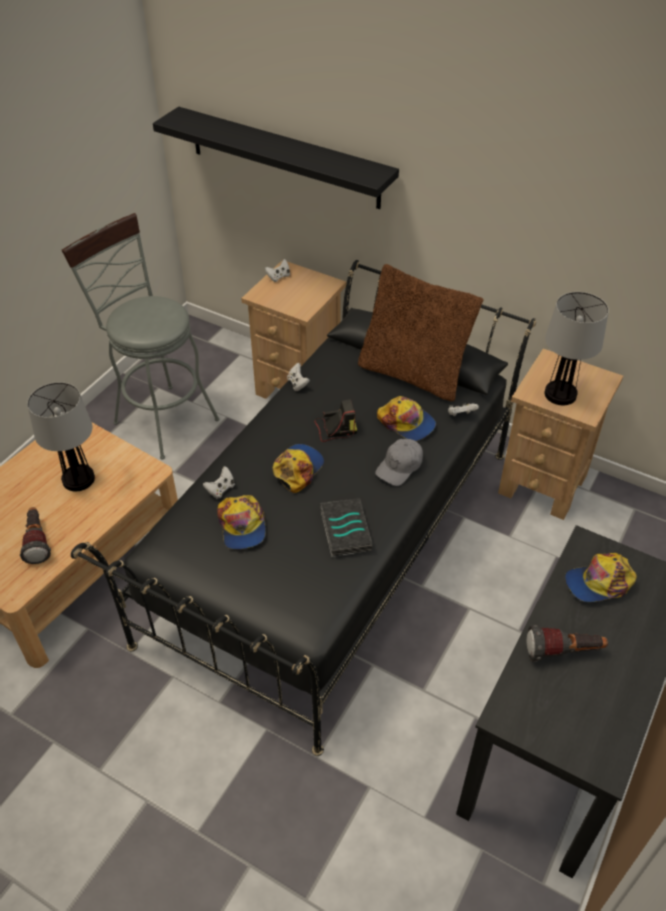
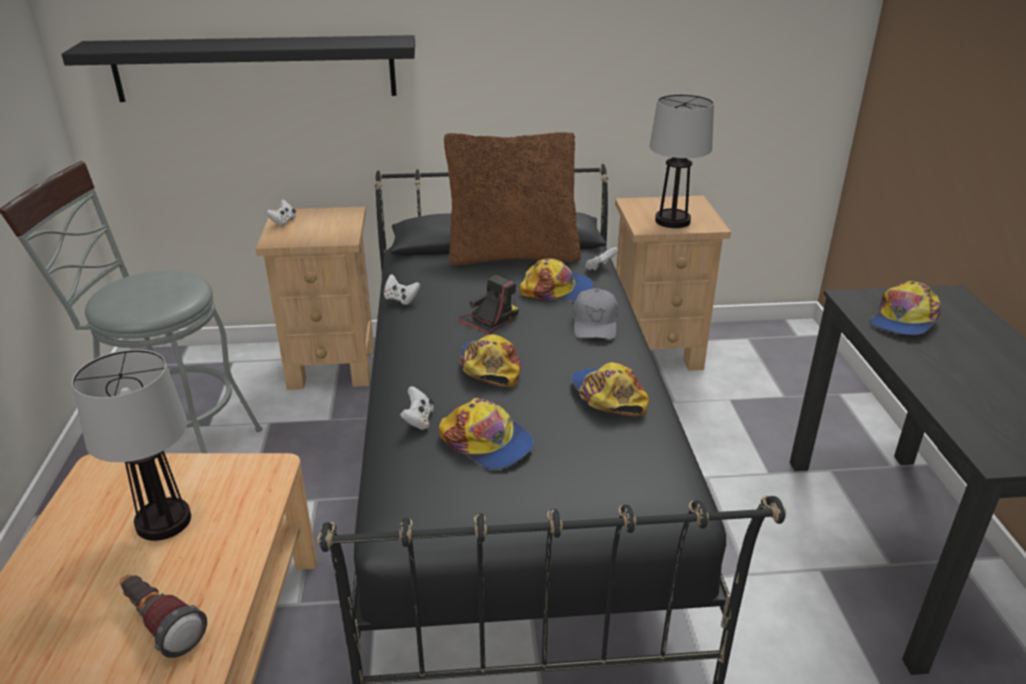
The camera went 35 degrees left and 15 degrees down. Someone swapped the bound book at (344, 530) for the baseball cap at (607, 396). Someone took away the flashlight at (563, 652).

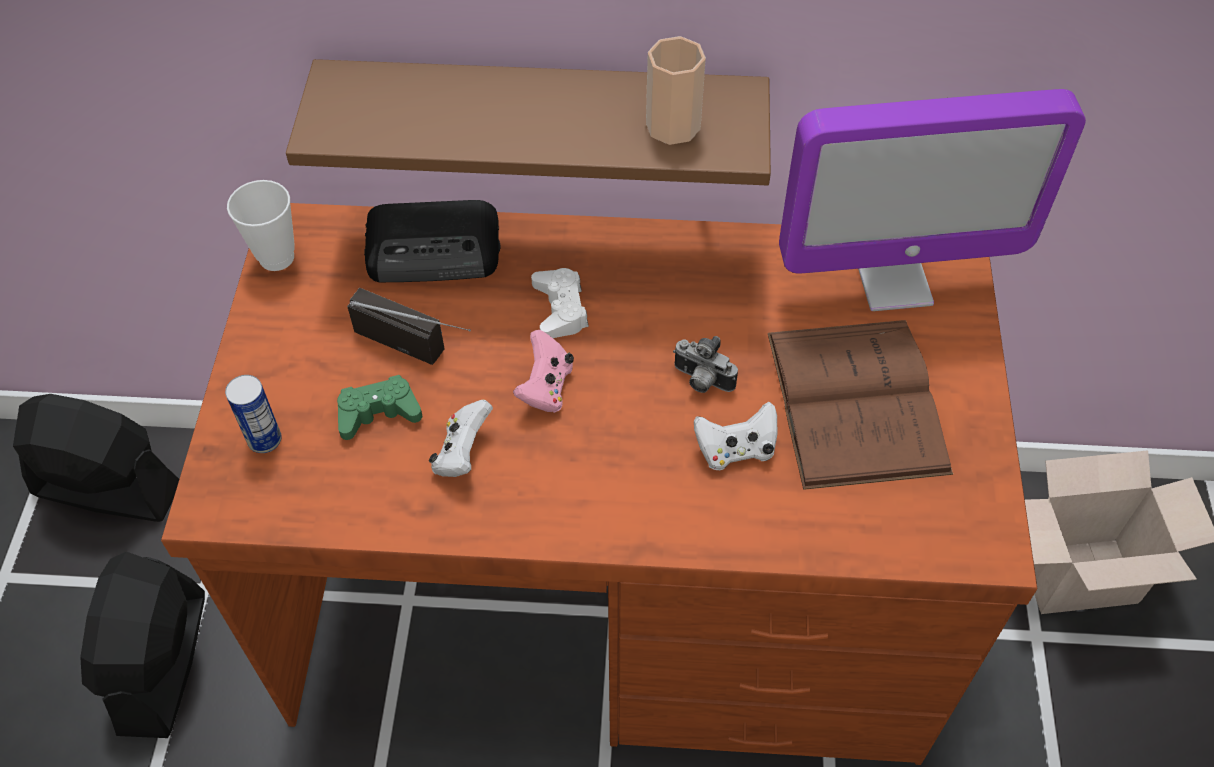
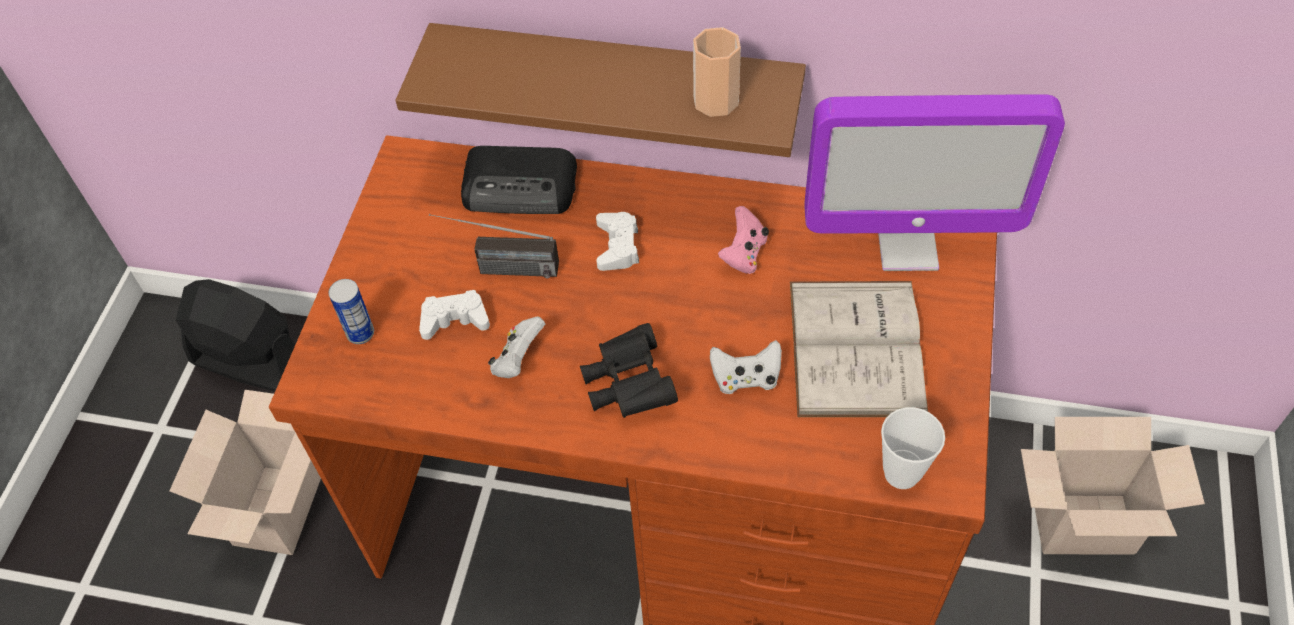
The camera went 10 degrees right and 0 degrees up. Someone carried the cup from (276, 257) to (901, 473). Someone rotated the radio at (422, 348) by 150 degrees clockwise. Someone repainted the brown-coloured bound book at (856, 401), which became the white-coloured bound book at (856, 347). Someone carried the pink gamepad from (546, 387) to (744, 254). Someone took away the photo camera at (701, 381). Someone repainted the green gamepad at (378, 413), which became the white-coloured gamepad at (455, 320). Someone swapped the black electric fan at (162, 663) for the carton at (279, 514). Someone put down the black pair of binoculars at (628, 384).

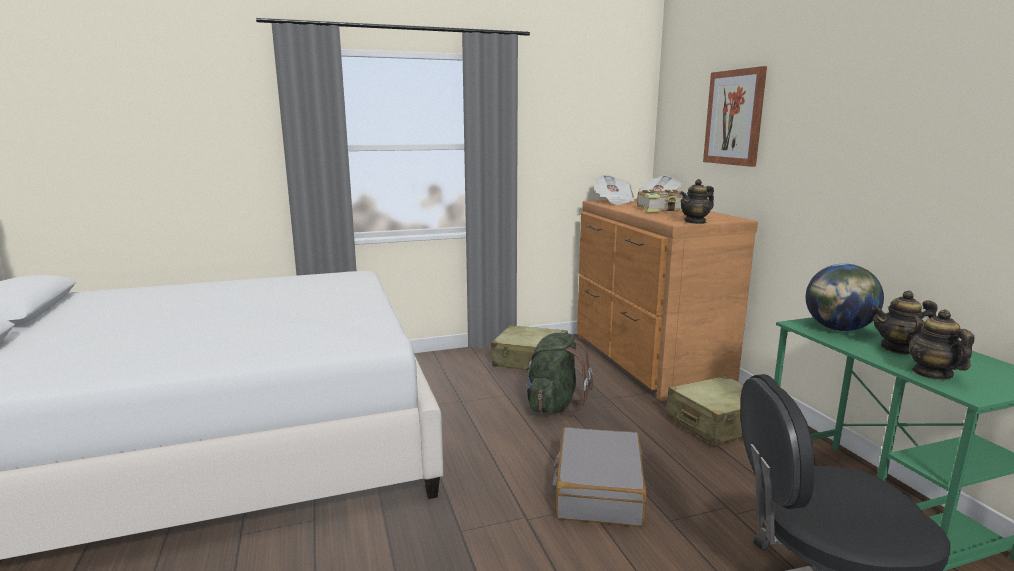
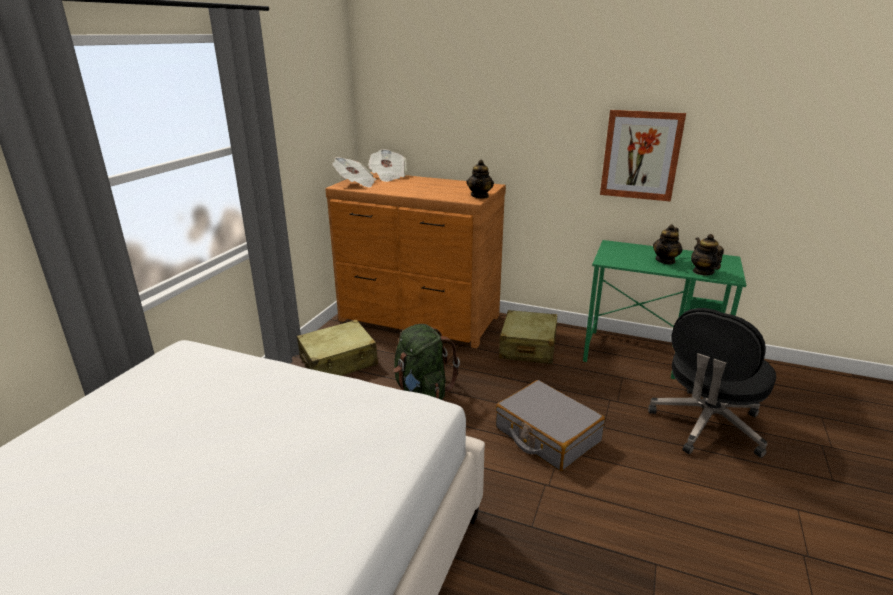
The camera went 50 degrees left and 10 degrees up. Someone carried the picture from (734, 117) to (641, 155). Someone took away the bound book at (665, 210). Someone took away the desk globe at (838, 329). Someone rotated the teapot at (932, 373) by 45 degrees clockwise.

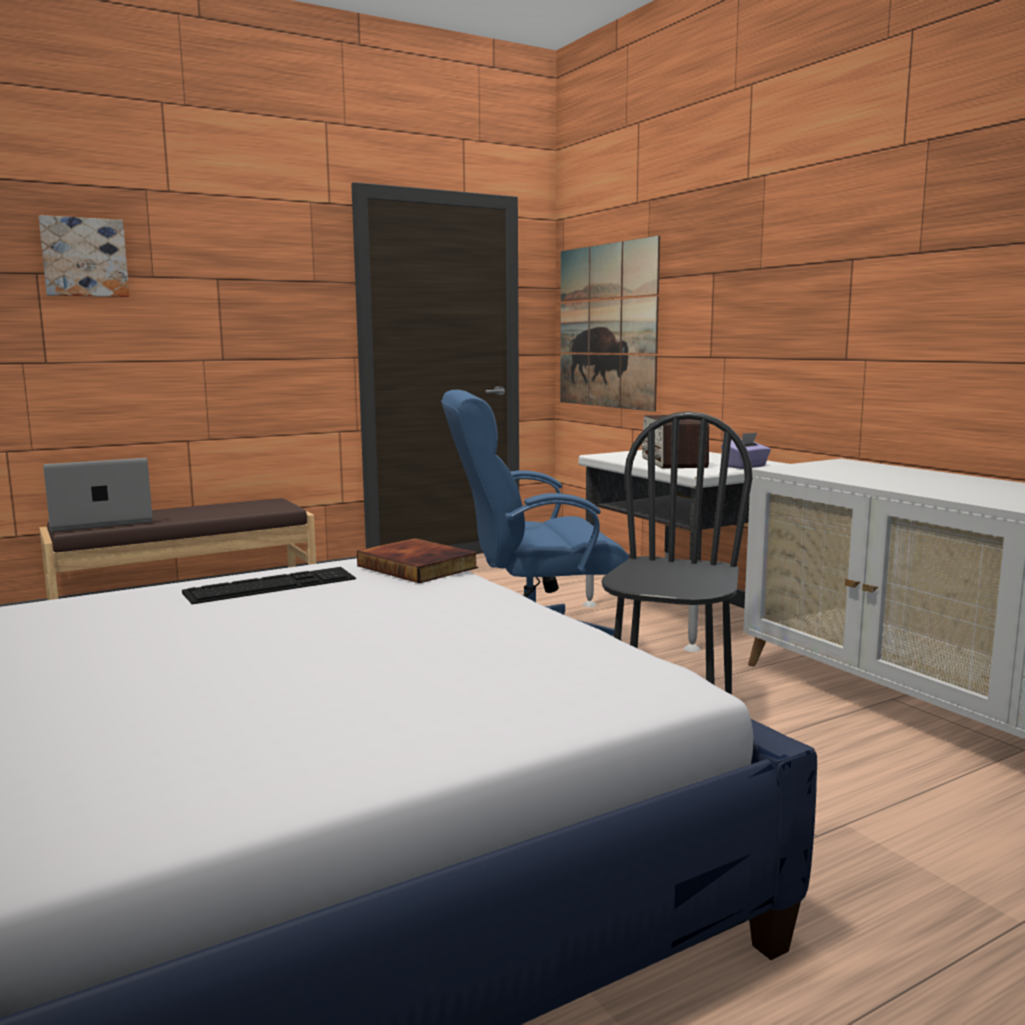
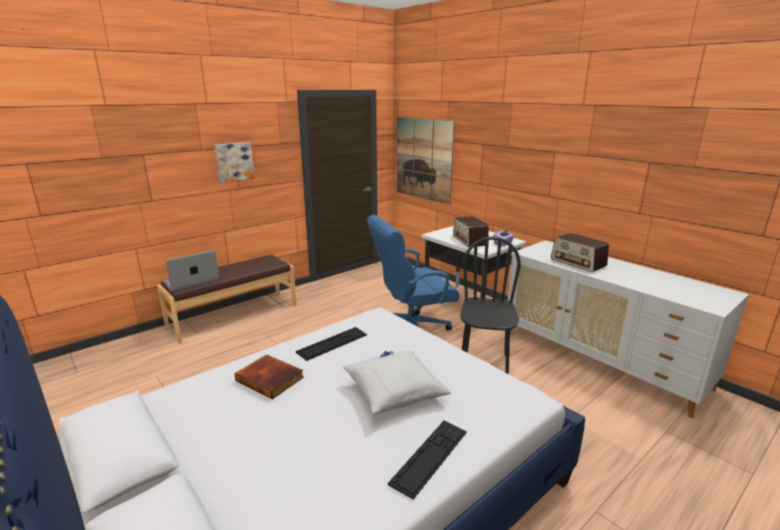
The camera went 10 degrees left and 10 degrees up. Someone carried the picture from (84, 257) to (233, 161). Someone carried the bound book from (419, 566) to (271, 378). Someone put down the radio at (578, 262). Someone put down the grey cushion at (395, 393). Someone put down the PC keyboard at (430, 456).

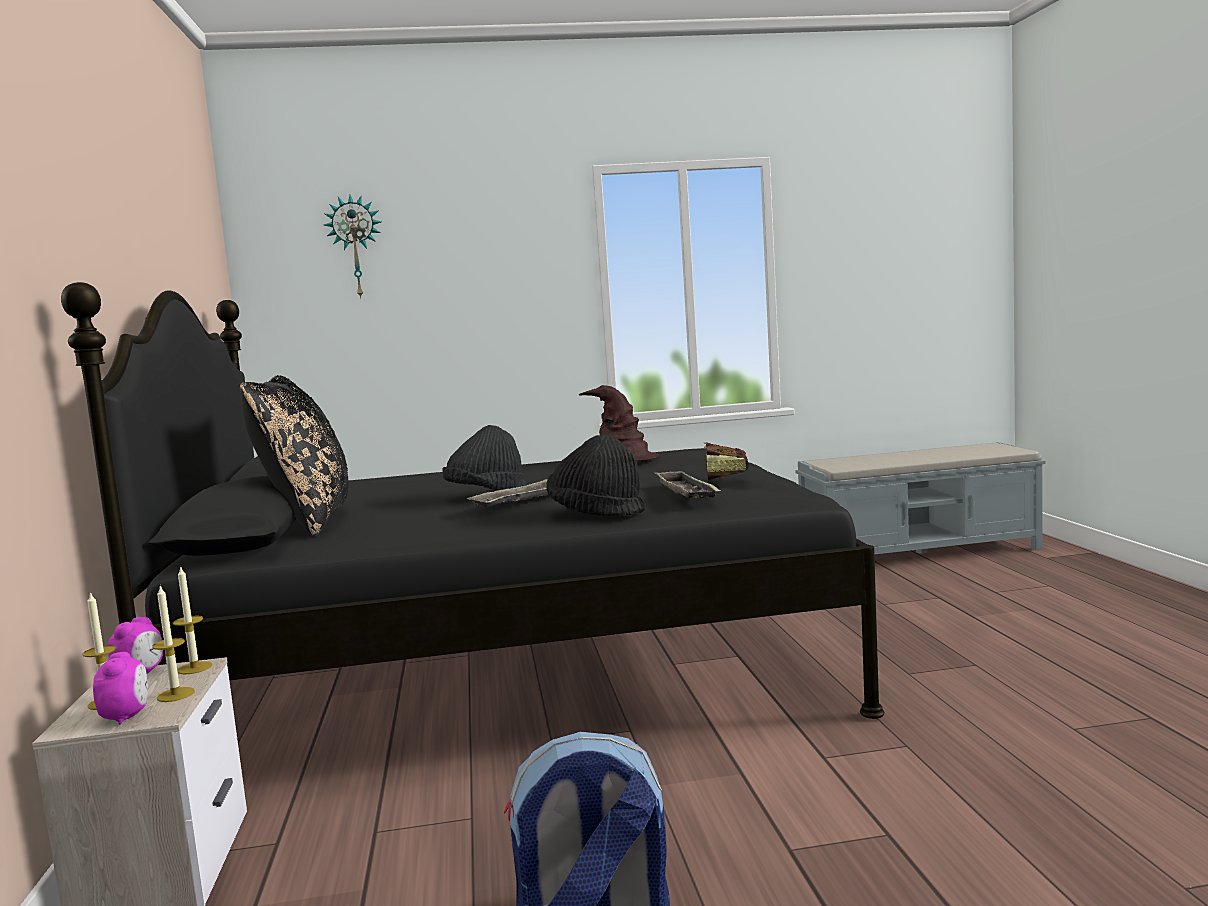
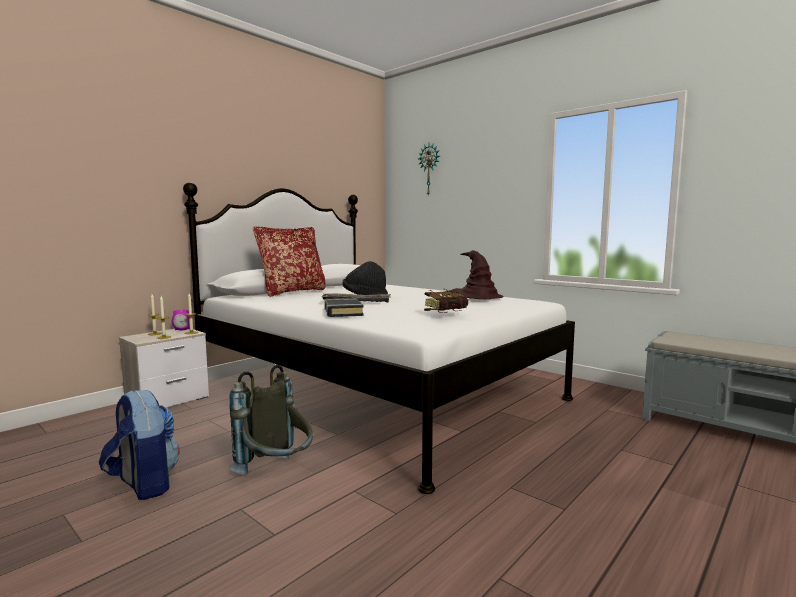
The camera went 50 degrees right and 0 degrees up. Someone repainted the black bed at (517, 669), which became the white-coloured bed at (376, 393). Someone repainted the black cushion at (308, 522), which became the red cushion at (293, 293). Someone swapped the black hat at (596, 512) for the black bound book at (342, 312). Someone took away the serving tray at (685, 492). Someone took away the table clock at (126, 717). Someone put down the grey backpack at (277, 473).

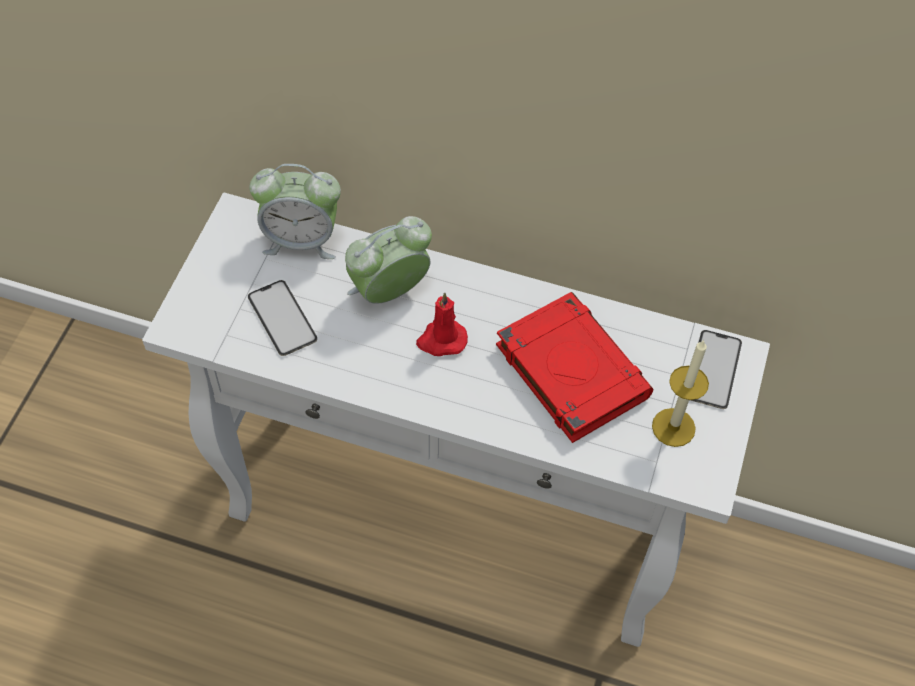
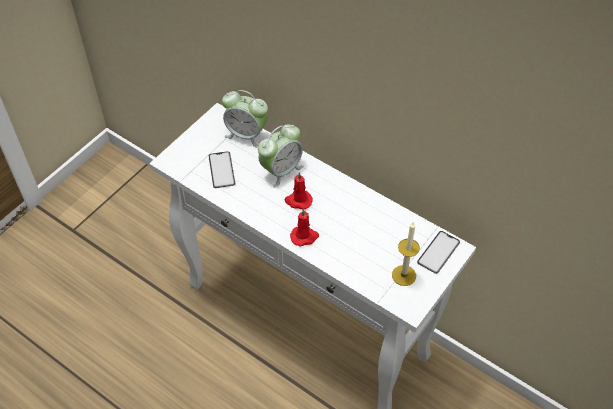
The camera went 20 degrees right and 5 degrees down. Someone rotated the table clock at (389, 291) by 150 degrees clockwise. Someone took away the red bound book at (570, 370). Someone put down the red wax candle at (304, 237).

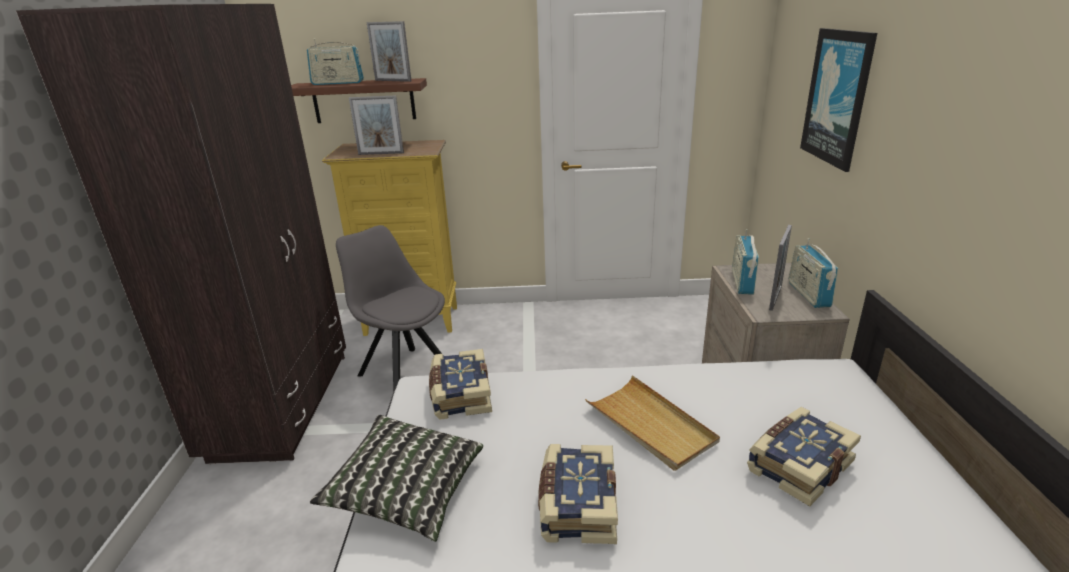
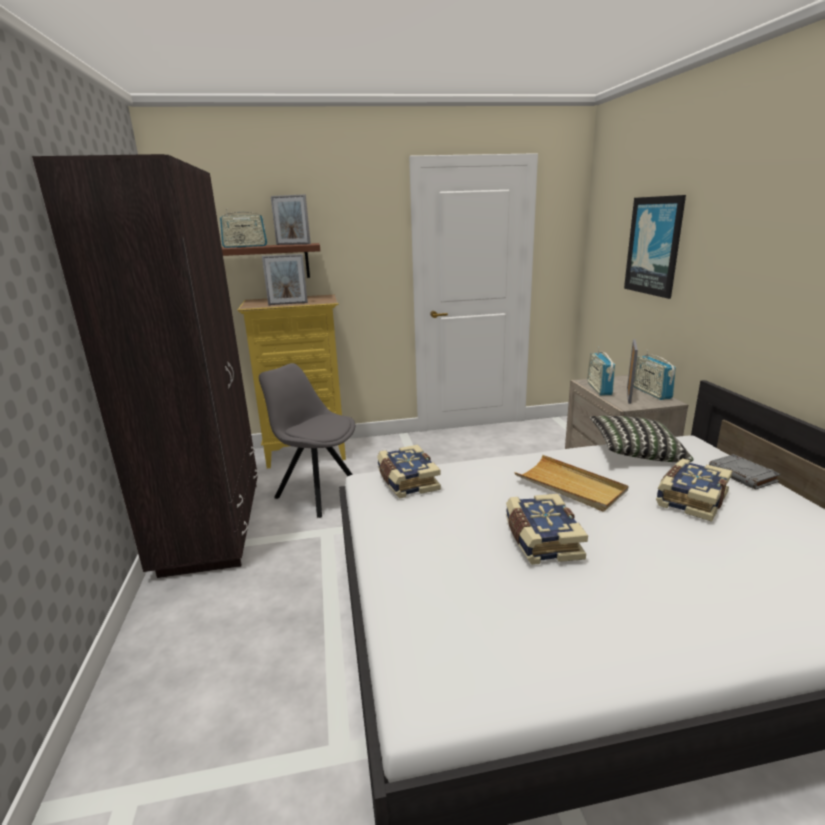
The camera went 10 degrees left and 5 degrees down. Someone carried the cushion from (407, 492) to (635, 453). Someone put down the grey bound book at (743, 475).

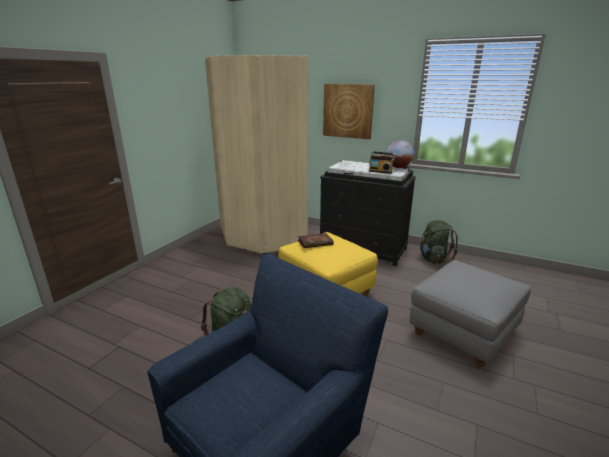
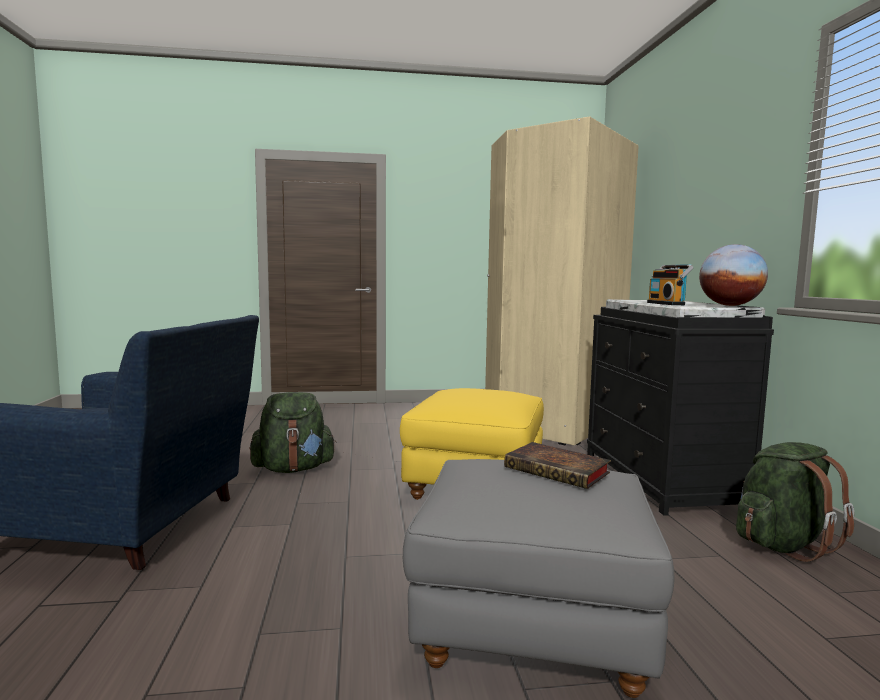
The camera went 55 degrees right and 15 degrees down. Someone took away the picture at (348, 111). Someone carried the bound book from (316, 242) to (559, 471).

